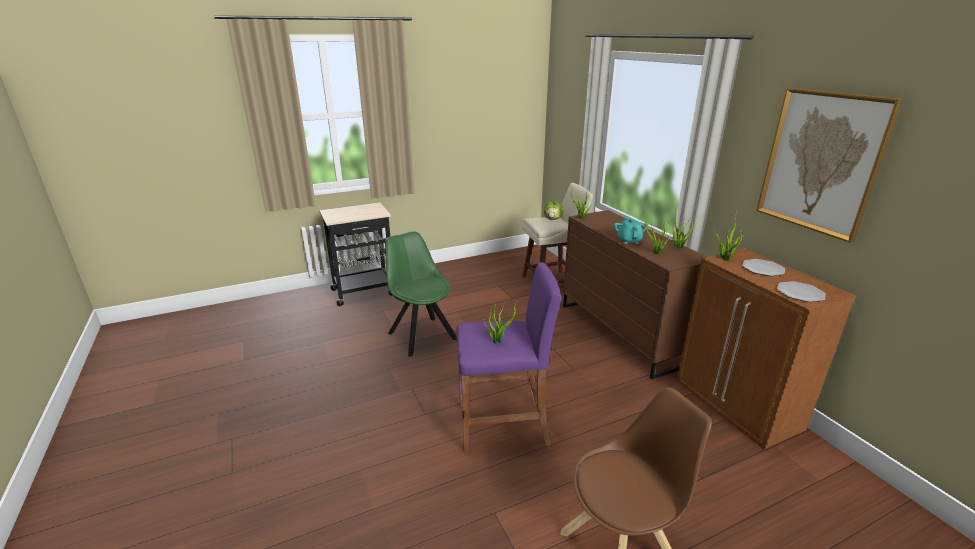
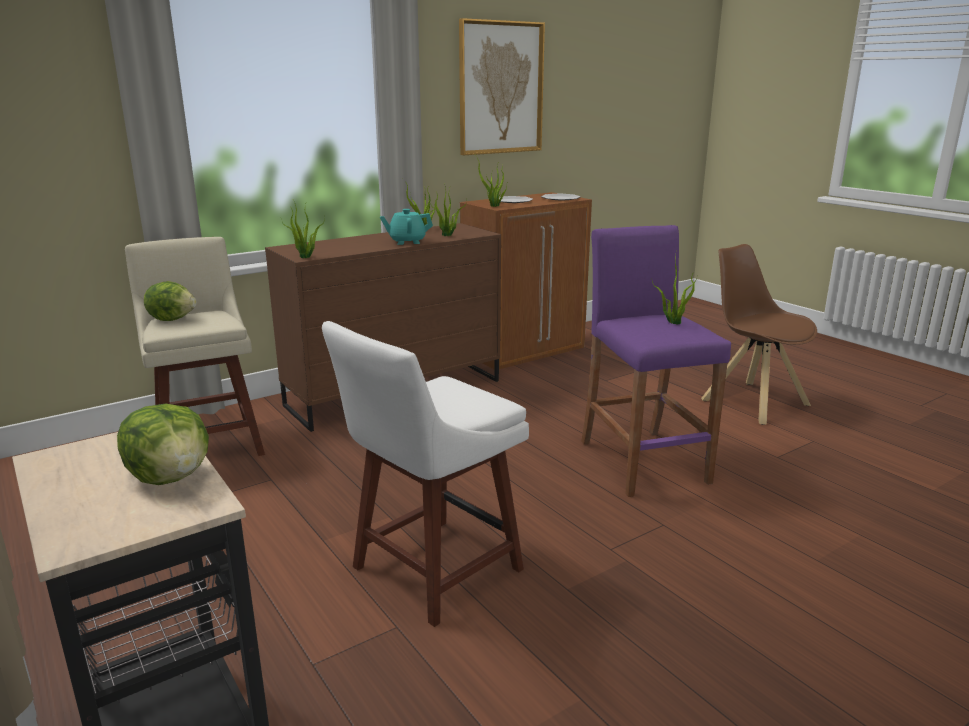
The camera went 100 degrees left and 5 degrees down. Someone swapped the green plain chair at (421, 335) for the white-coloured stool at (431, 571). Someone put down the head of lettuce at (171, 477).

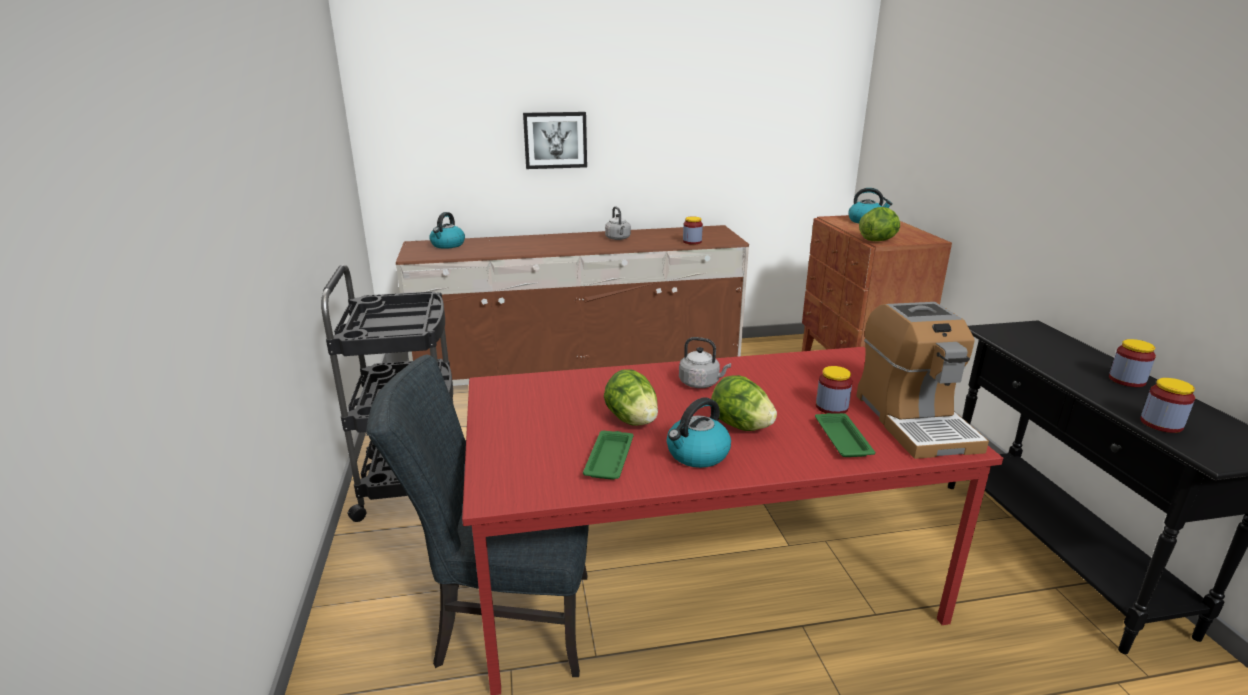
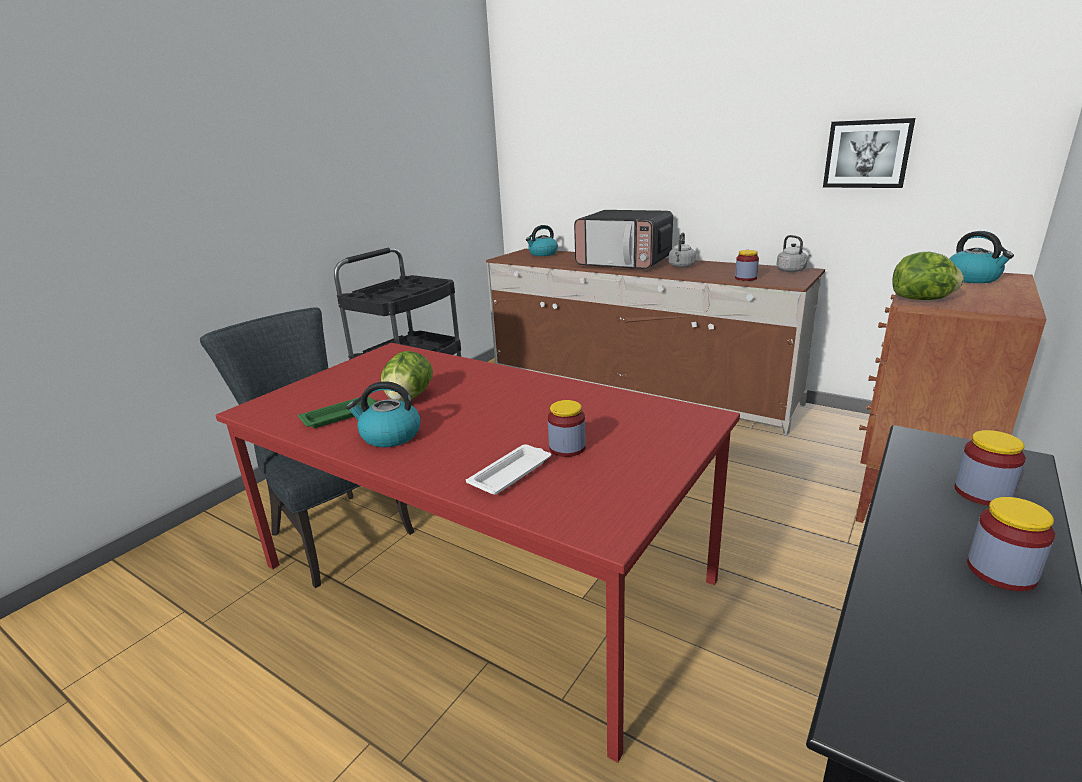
The camera went 45 degrees right and 0 degrees up. Someone carried the picture from (555, 140) to (867, 154). Someone took away the coffee machine at (914, 421). Someone carried the grey water kettle from (701, 383) to (792, 271). Someone took away the head of lettuce at (740, 426). Someone carried the jar from (1161, 424) to (982, 493). Someone repainted the green serving tray at (842, 438), which became the white-coloured serving tray at (512, 473). Someone put down the microwave at (624, 262).

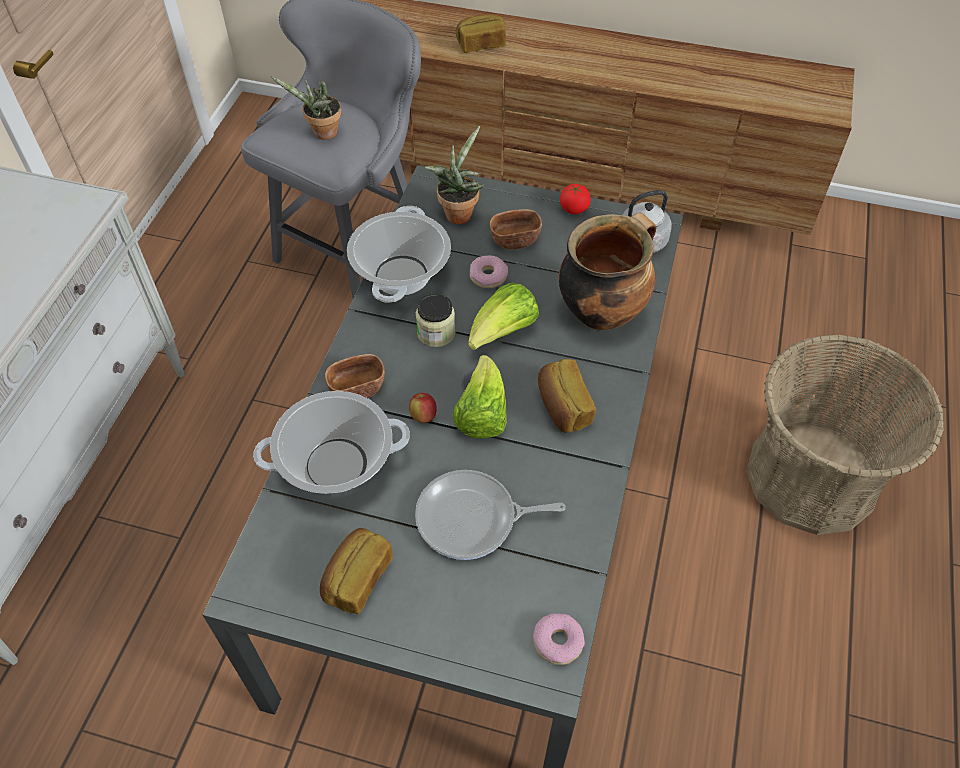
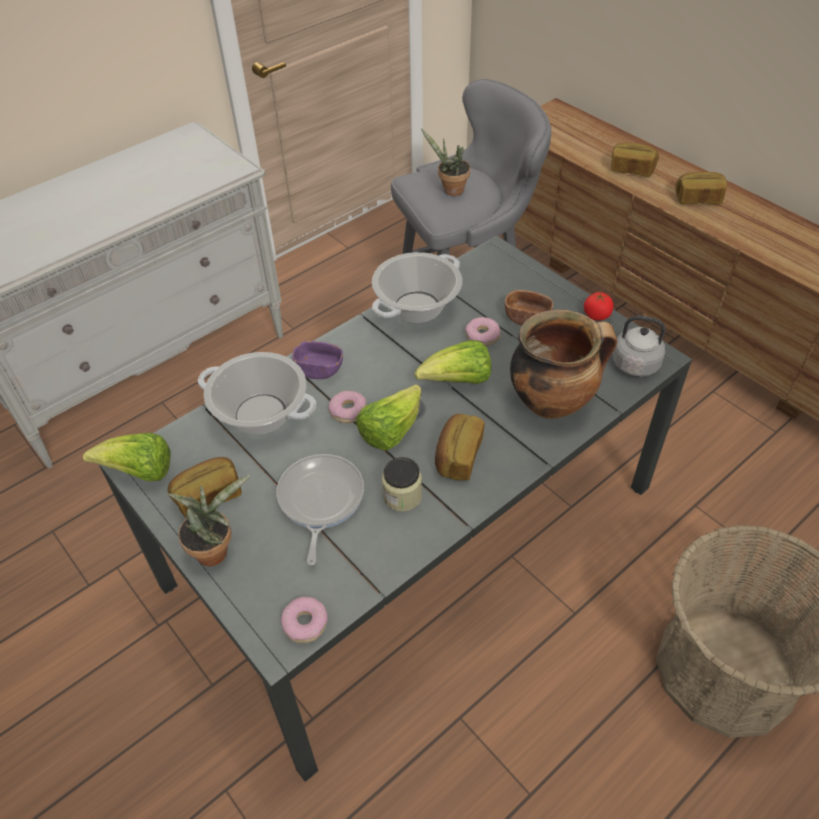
The camera went 35 degrees right and 5 degrees down. Someone carried the potted plant from (458, 212) to (215, 549). Someone carried the jar from (436, 333) to (402, 496). Someone repainted the brown-coloured serving bowl at (357, 388), which became the purple-coloured serving bowl at (319, 370). Someone swapped the apple fruit at (423, 416) for the ring doughnut at (348, 411). Someone rotated the frying pan at (472, 519) by 60 degrees clockwise. Someone put down the bakery bread at (698, 198). Someone put down the head of lettuce at (139, 472).

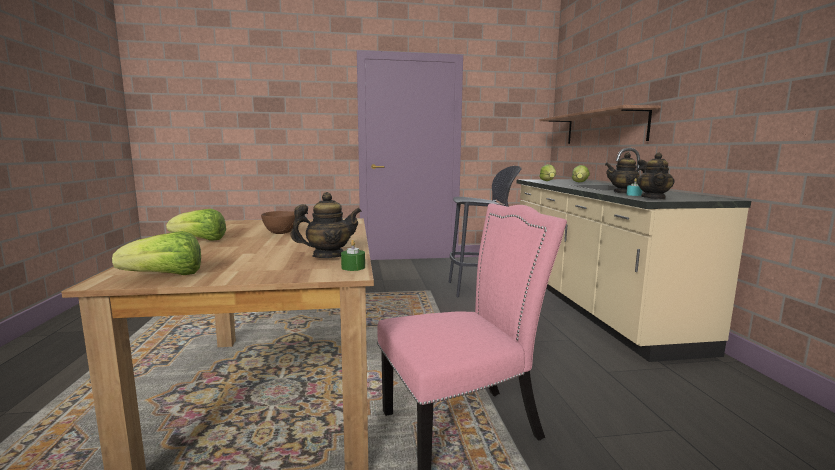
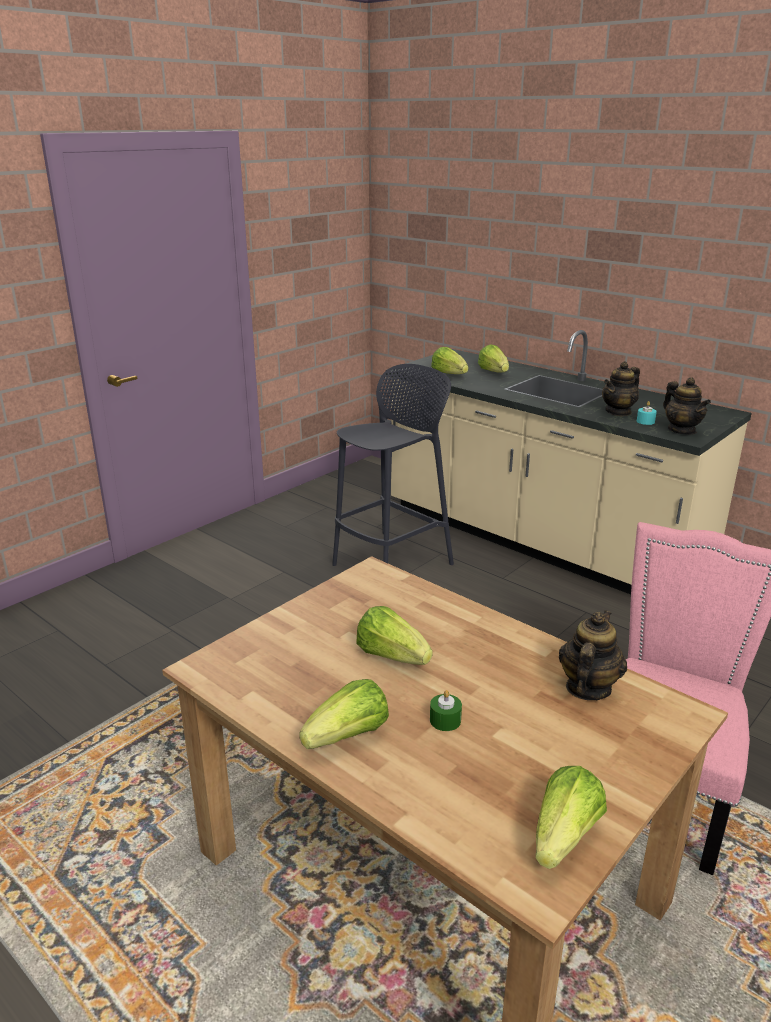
The camera went 40 degrees left and 15 degrees up. Someone took away the wall shelf at (603, 128). Someone swapped the brown-coloured serving bowl at (282, 233) for the head of lettuce at (392, 656). Someone carried the green wax candle from (353, 267) to (445, 720).

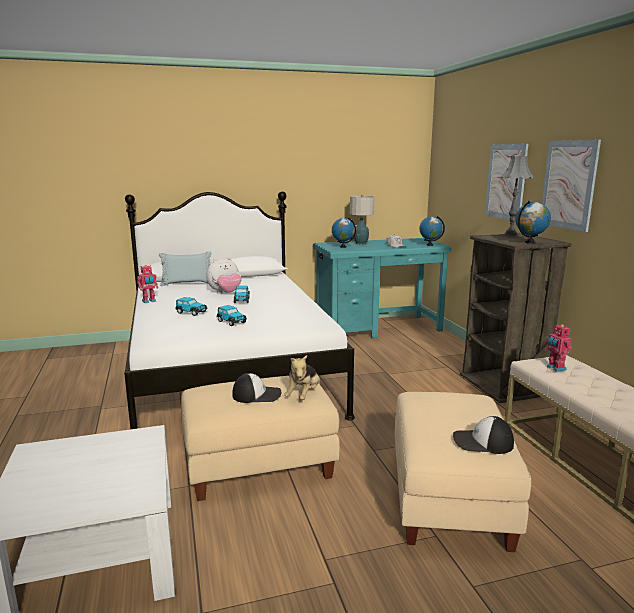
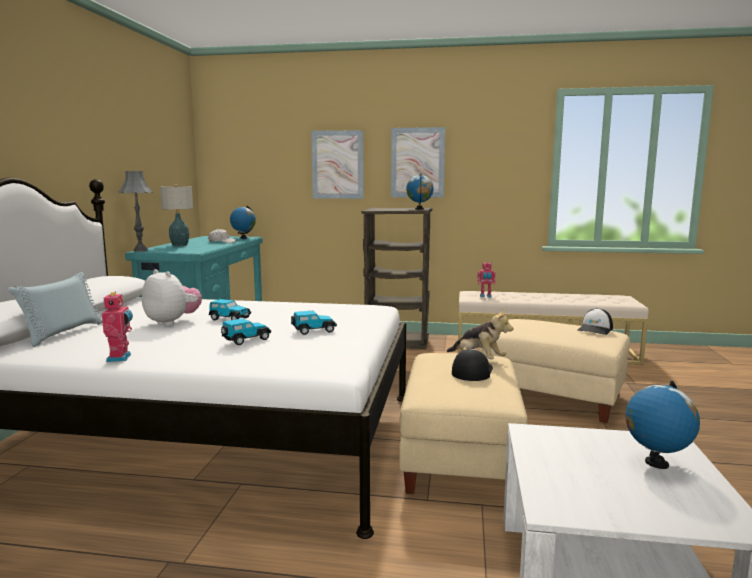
The camera went 65 degrees left and 5 degrees down. Someone carried the grey lamp for a table from (511, 235) to (140, 251). Someone carried the desk globe from (343, 247) to (656, 463). Someone rotated the cuddly toy at (225, 293) by 45 degrees counterclockwise.

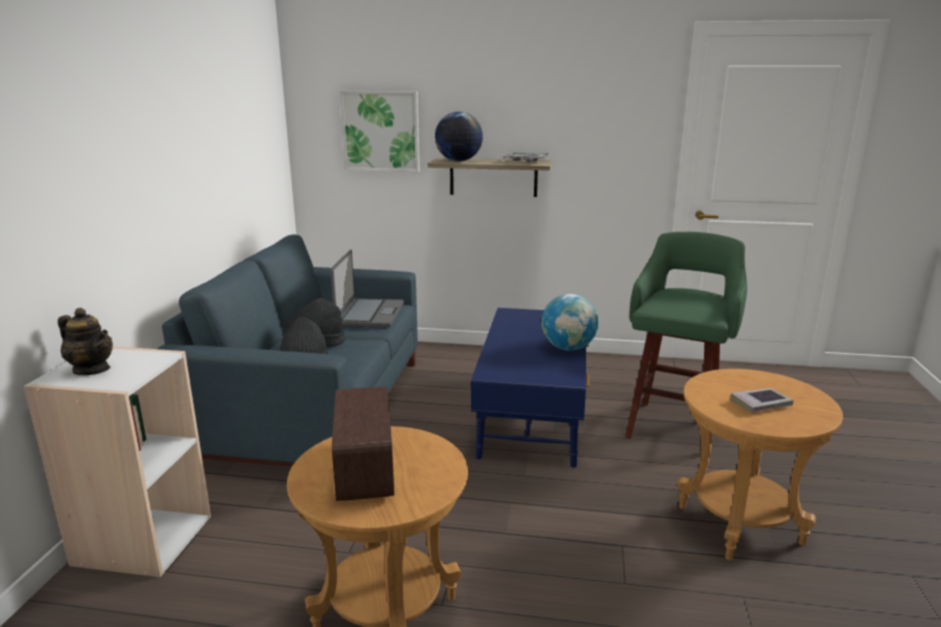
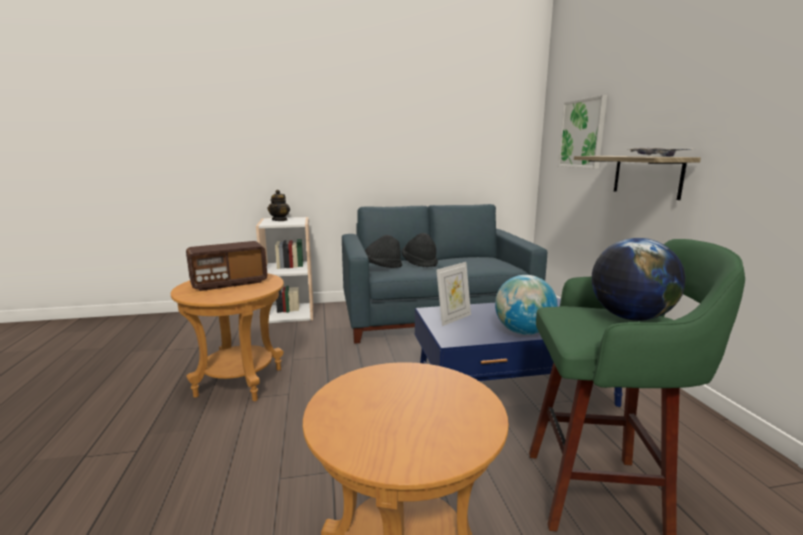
The camera went 70 degrees right and 5 degrees down. Someone carried the desk globe from (458, 161) to (630, 317). Someone took away the laptop at (369, 314). Someone took away the bound book at (760, 404). Someone put down the standing frame at (453, 319).

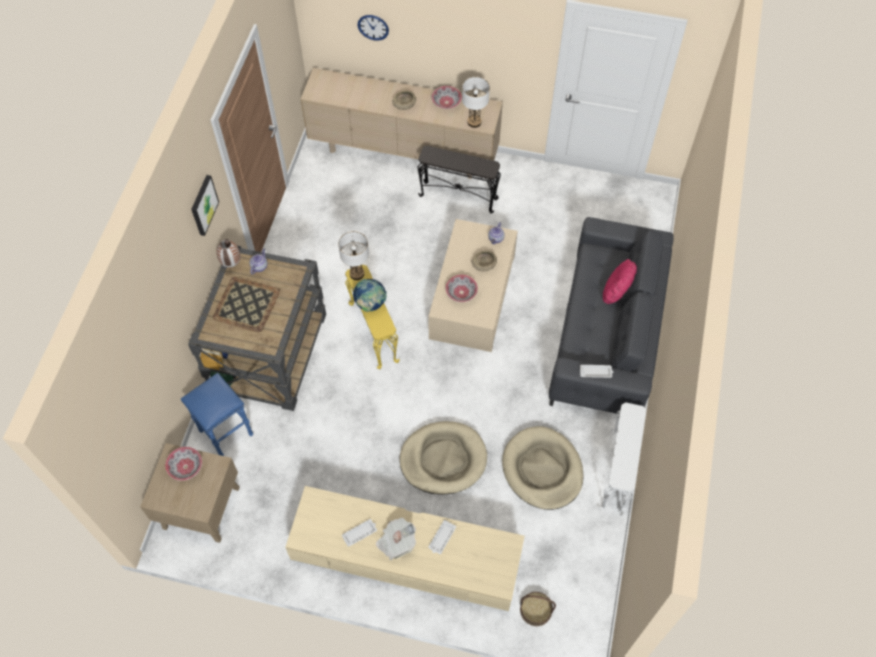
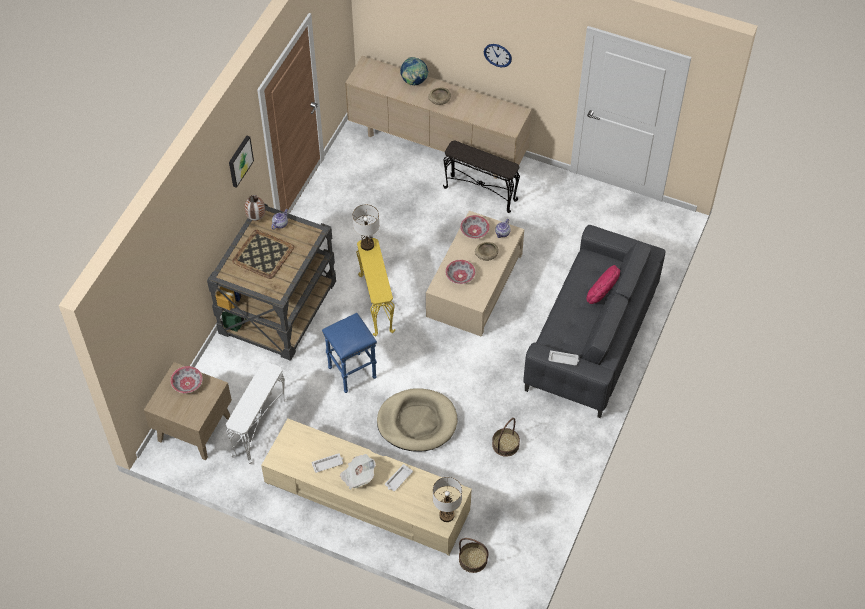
The camera went 10 degrees right and 5 degrees down. Someone carried the wall clock from (373, 27) to (497, 55). Someone carried the lamp for a table from (474, 122) to (447, 515). Someone carried the serving bowl from (446, 102) to (474, 231). Someone carried the desk globe from (370, 304) to (414, 82). Someone carried the blue-coloured stool from (225, 432) to (351, 372). Someone carried the white-coloured side table from (617, 472) to (260, 428). Someone swapped the beige-coloured dog bed at (542, 469) for the household basket at (505, 444).

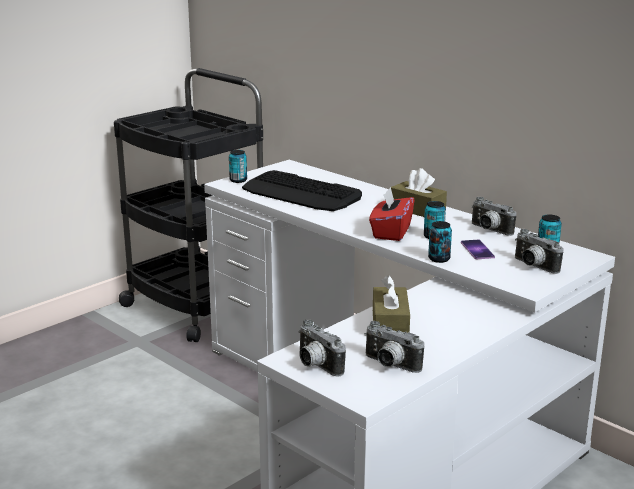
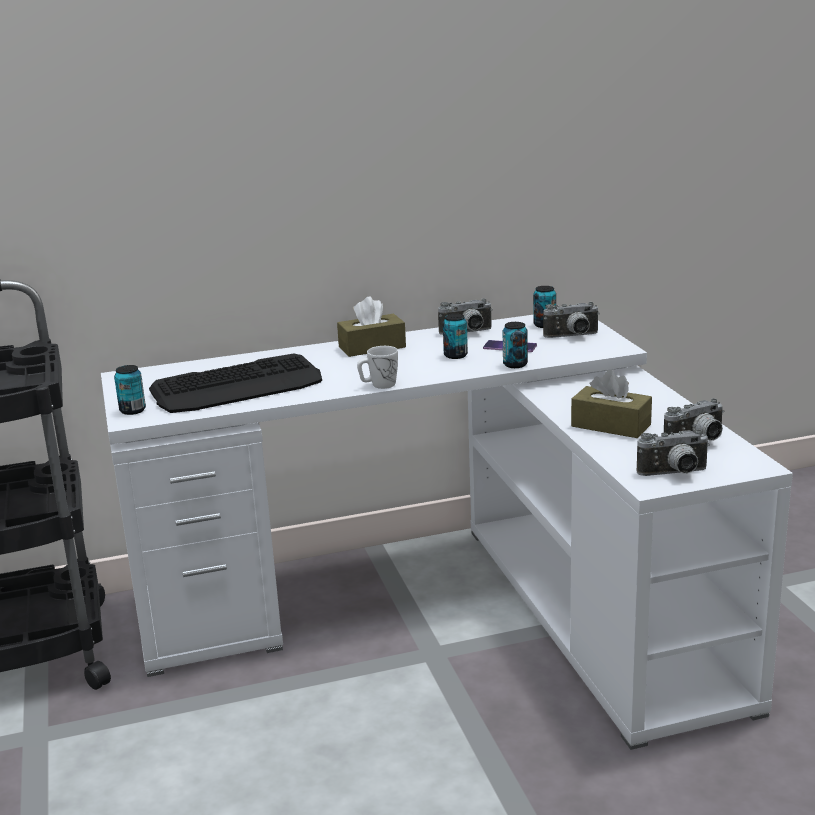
The camera went 60 degrees left and 0 degrees up. Someone took away the red tissue holder at (391, 232). Someone put down the white-coloured mug at (379, 385).

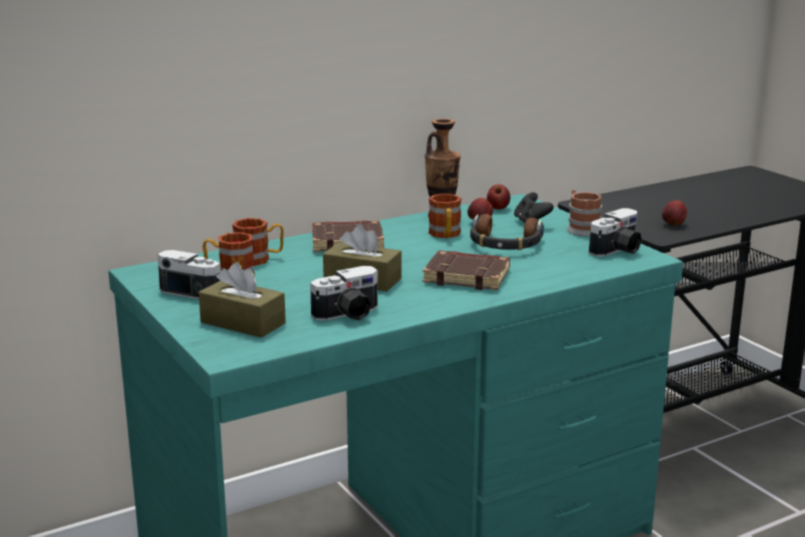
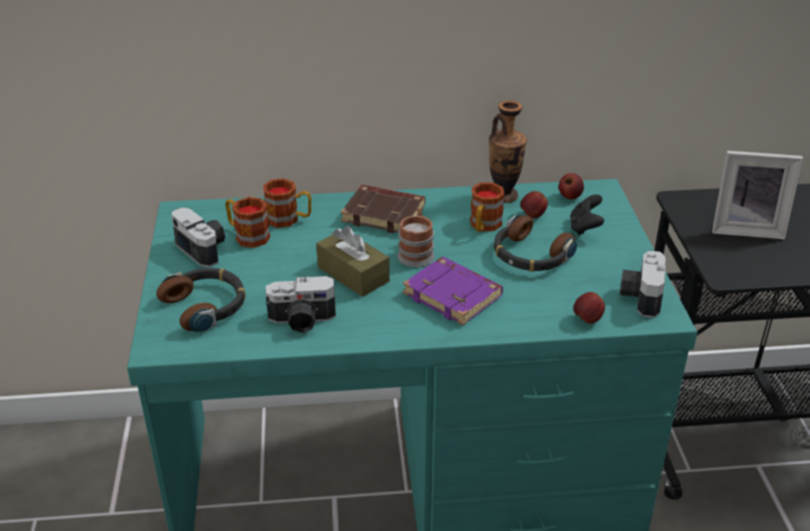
The camera went 25 degrees right and 15 degrees up. Someone carried the mug from (581, 229) to (416, 253). Someone carried the apple fruit from (673, 224) to (587, 320). Someone rotated the photo camera at (618, 250) by 120 degrees clockwise. Someone repainted the brown-coloured bound book at (468, 276), which became the purple-coloured bound book at (454, 295). Someone swapped the brown-coloured tissue holder at (243, 323) for the headphones at (206, 305). Someone put down the standing frame at (746, 228).

